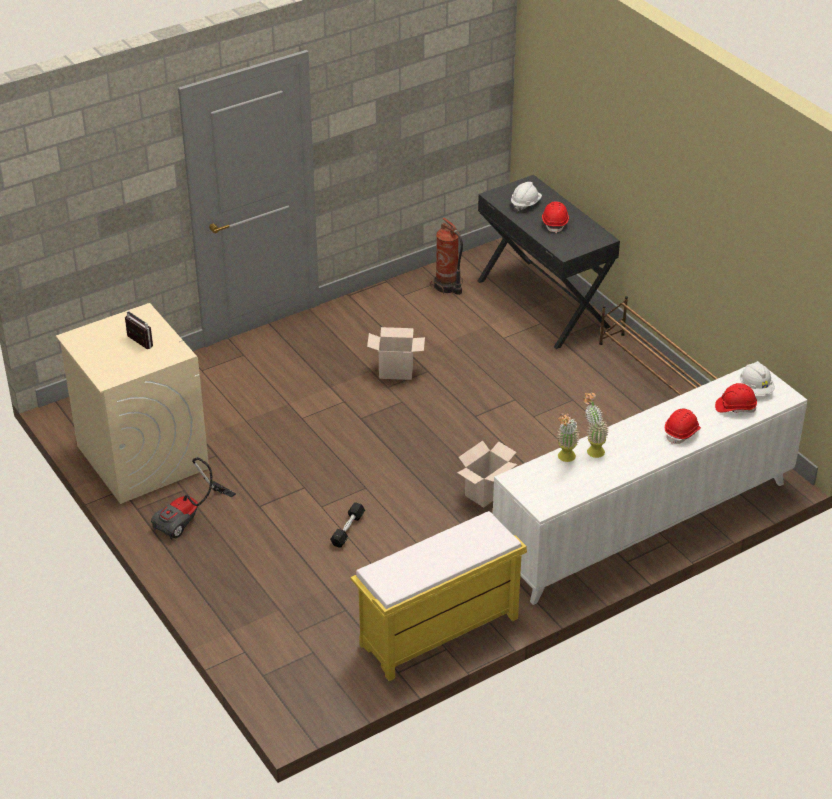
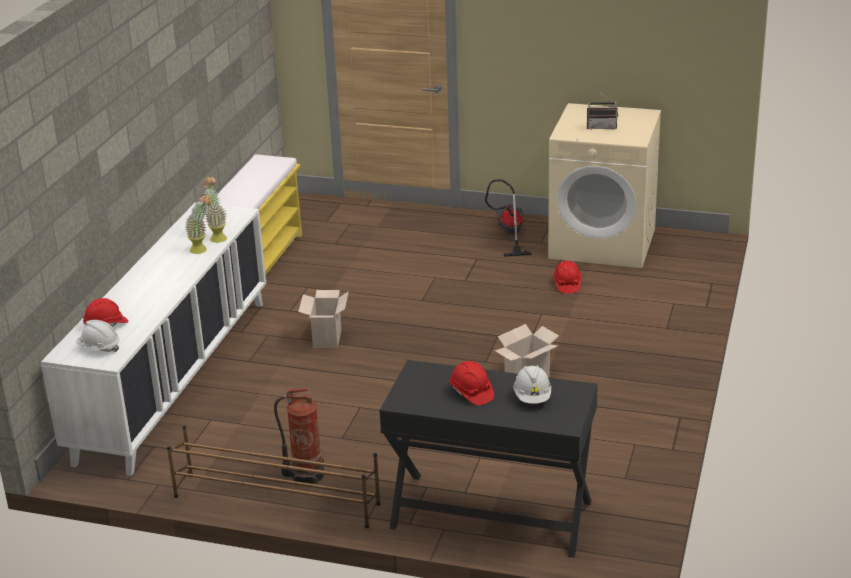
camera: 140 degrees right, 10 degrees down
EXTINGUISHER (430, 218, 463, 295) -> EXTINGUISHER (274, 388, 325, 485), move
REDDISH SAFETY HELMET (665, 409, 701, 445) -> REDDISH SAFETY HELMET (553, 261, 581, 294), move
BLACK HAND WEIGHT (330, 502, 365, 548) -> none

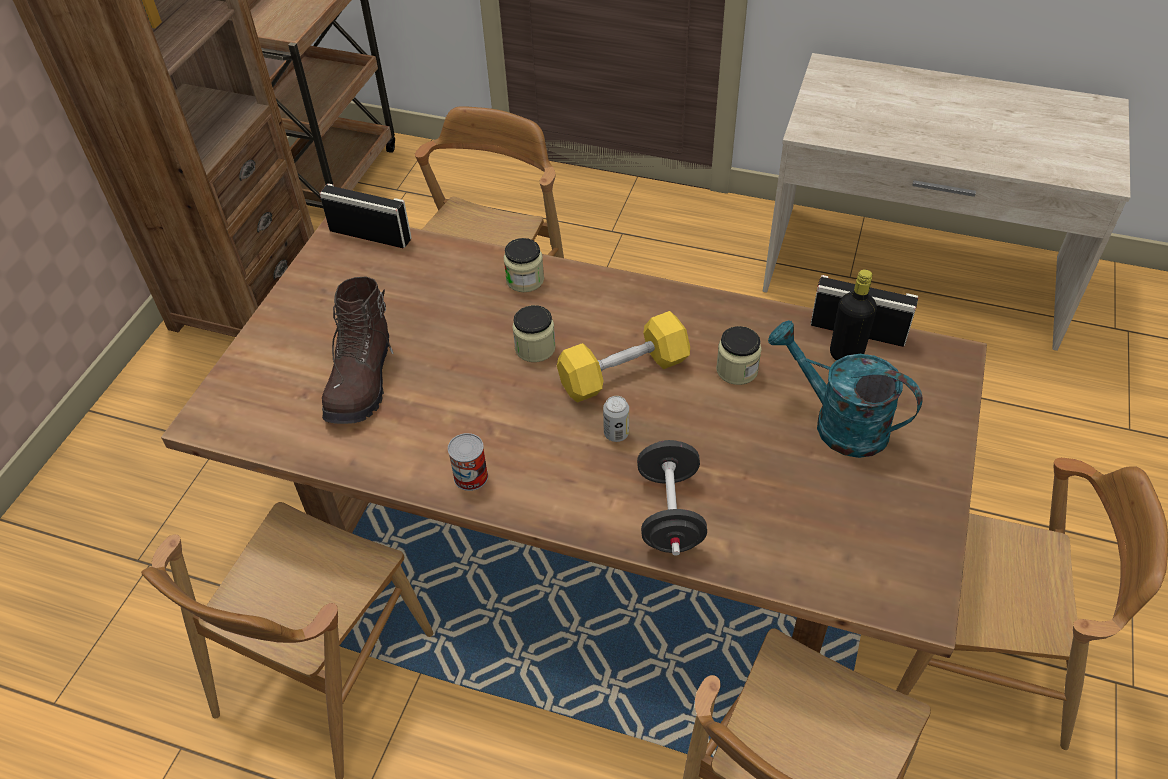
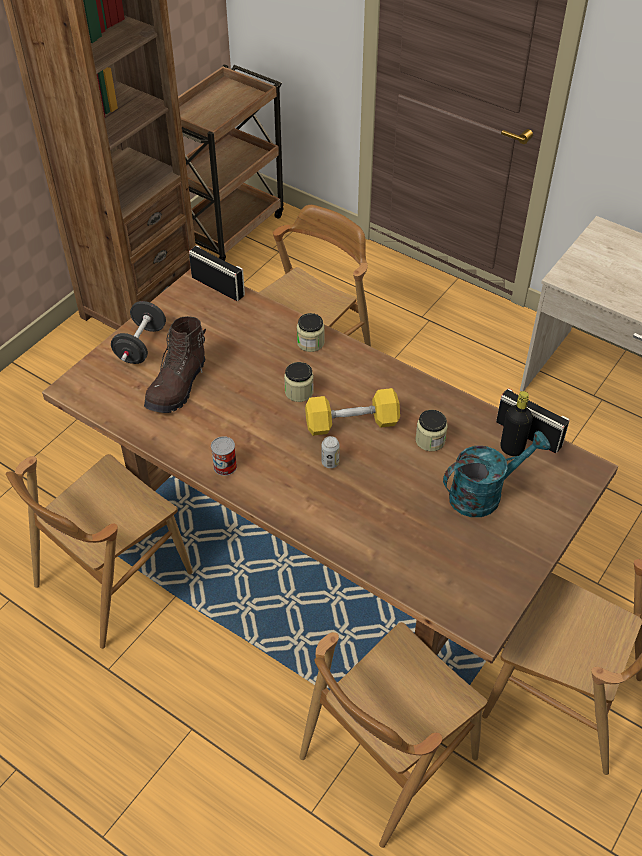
camera: 15 degrees right, 0 degrees up
BLUE-GREEN SPRINKLING CAN (768, 320, 923, 458) -> BLUE-GREEN SPRINKLING CAN (443, 431, 551, 517), 105 degrees clockwise
BLACK HAND WEIGHT (637, 440, 707, 556) -> BLACK HAND WEIGHT (111, 301, 166, 364), move

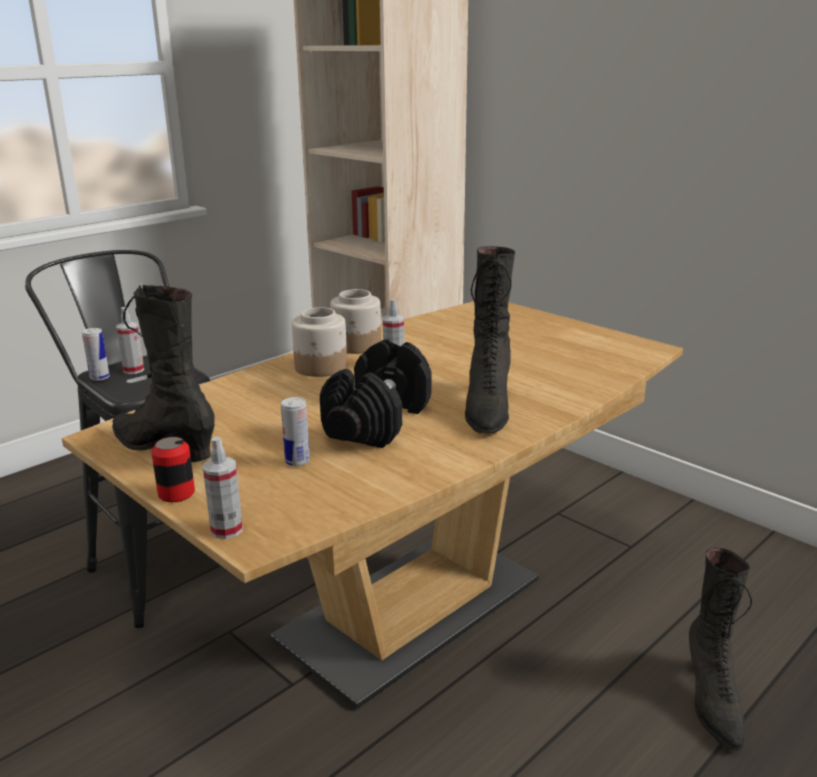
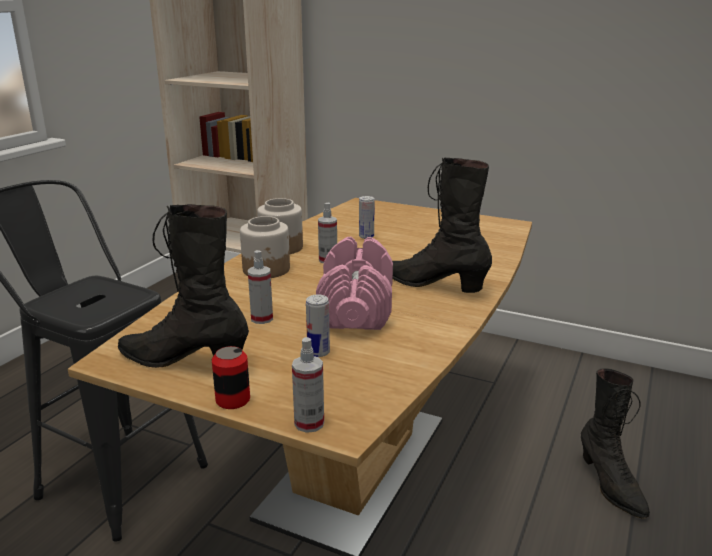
camera: 20 degrees left, 0 degrees up
BLACK HIGH-TOP BOOT (465, 246, 515, 434) -> BLACK HIGH-TOP BOOT (392, 158, 492, 293), 135 degrees clockwise
SPRAY BOTTLE (116, 307, 144, 374) -> SPRAY BOTTLE (248, 250, 273, 324), move
SEALED CAN (82, 328, 110, 381) -> SEALED CAN (359, 196, 375, 239), move
BLACK HAND WEIGHT (320, 339, 432, 448) -> PINK-COLOURED HAND WEIGHT (316, 237, 393, 330)

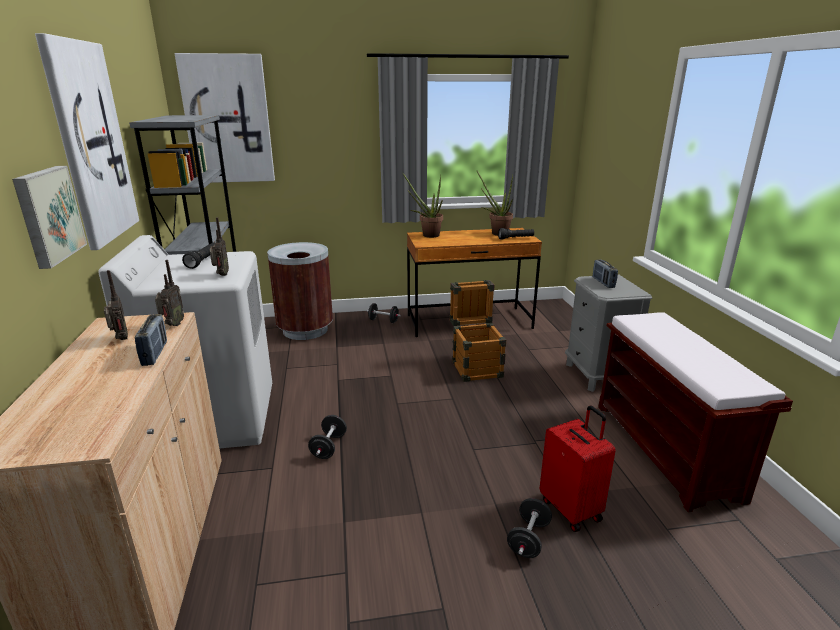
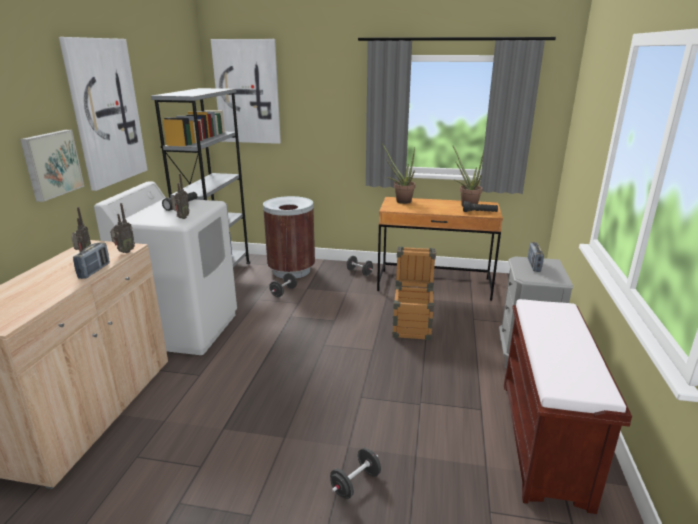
camera: 20 degrees right, 0 degrees up
REDDISH TRAVEL CASE (540, 405, 616, 532) -> none
BLACK HAND WEIGHT (308, 415, 347, 459) -> BLACK HAND WEIGHT (269, 273, 297, 297), move

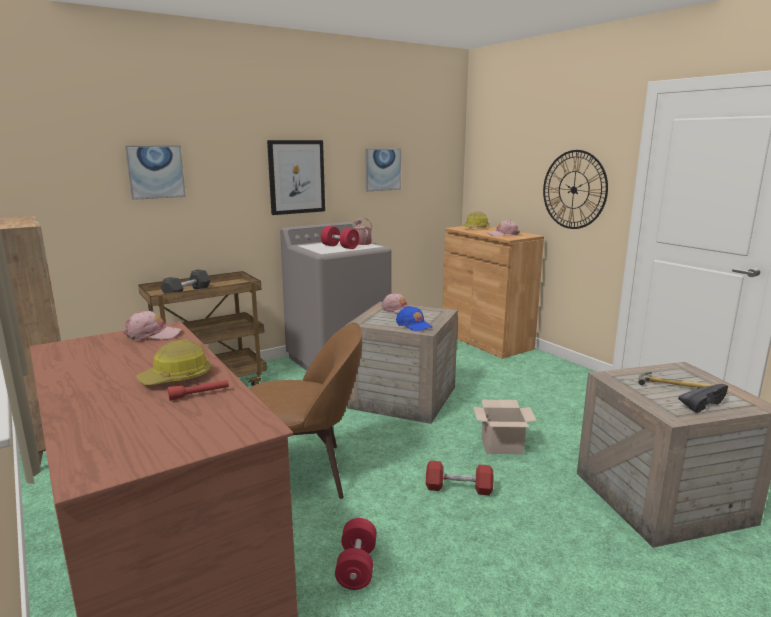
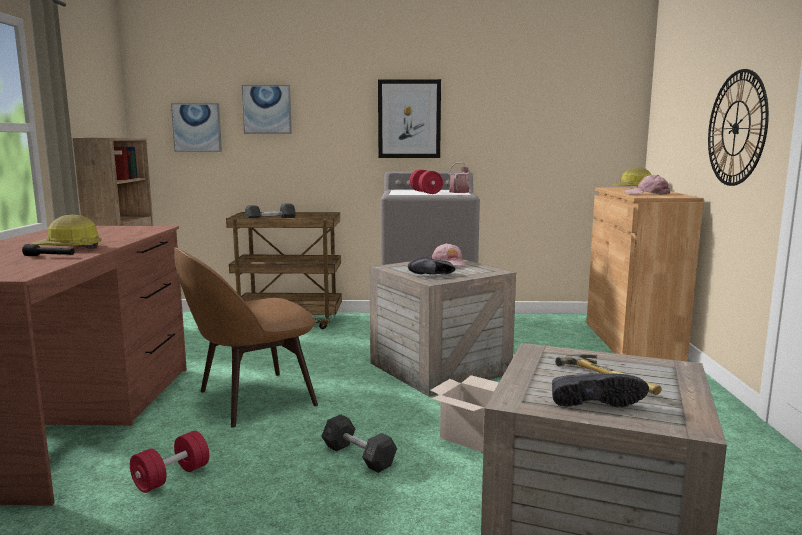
camera: 35 degrees right, 5 degrees down
WALL PICTURE (365, 149, 401, 191) -> WALL PICTURE (171, 103, 222, 152), move
BLUISH CAP (396, 306, 432, 331) -> BLACK ITEM OF FOOTWEAR (408, 257, 456, 274)
PINK-COLOURED CAP (123, 311, 182, 340) -> none
BROWNISH PLAIN CHAIR (250, 323, 362, 499) -> BROWNISH PLAIN CHAIR (174, 247, 318, 428), 120 degrees clockwise
REDDISH HAND TORCH (168, 380, 229, 401) -> BLACK HAND TORCH (22, 244, 75, 256)
REDDISH HAND WEIGHT (426, 461, 494, 495) -> GREYISH HAND WEIGHT (321, 414, 397, 473)

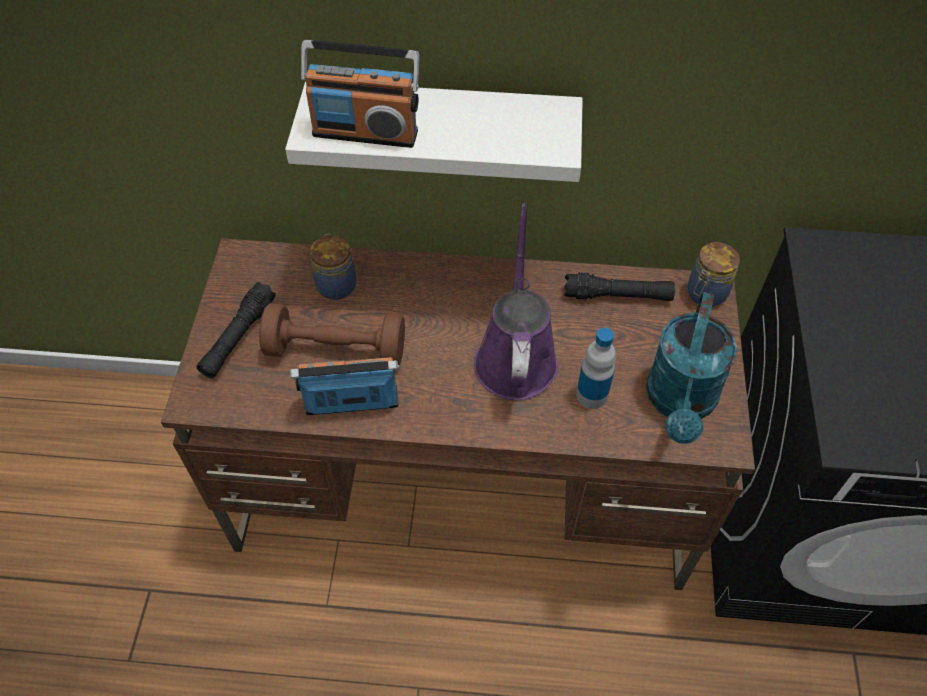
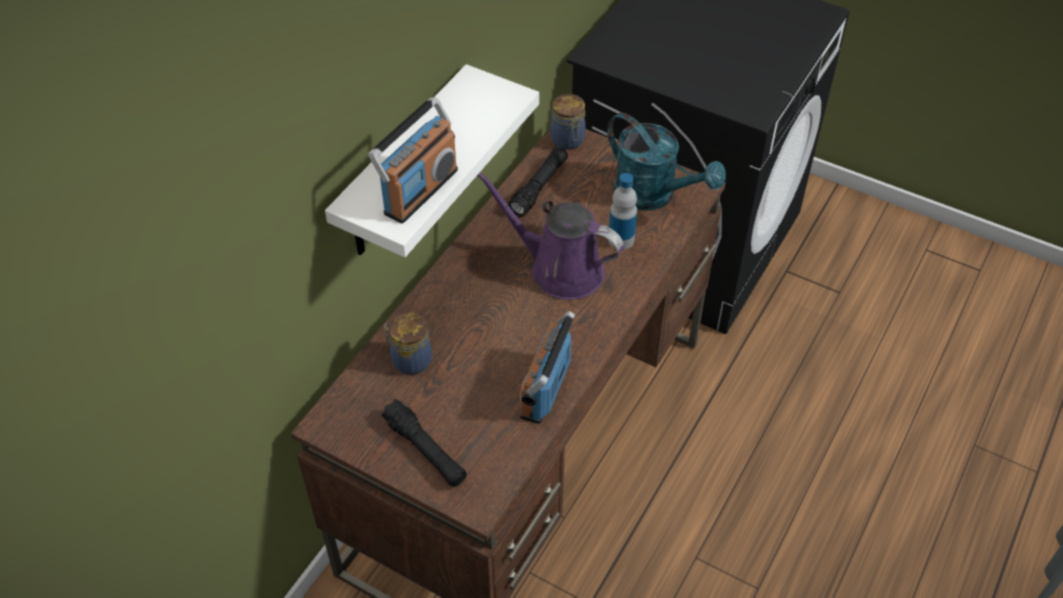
camera: 65 degrees left, 5 degrees down
BROWNISH HAND WEIGHT (259, 303, 405, 366) -> none

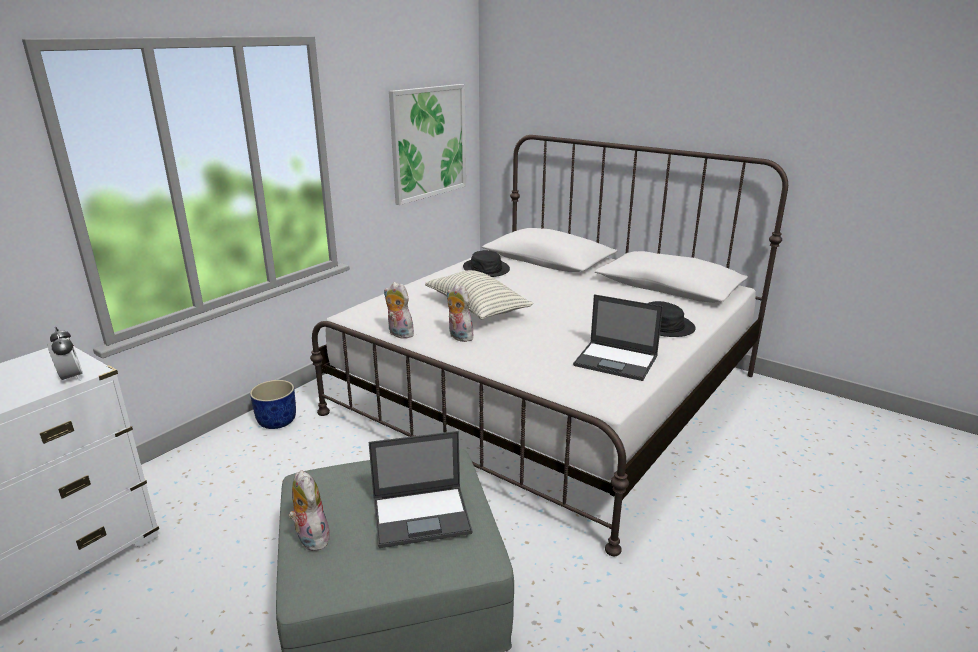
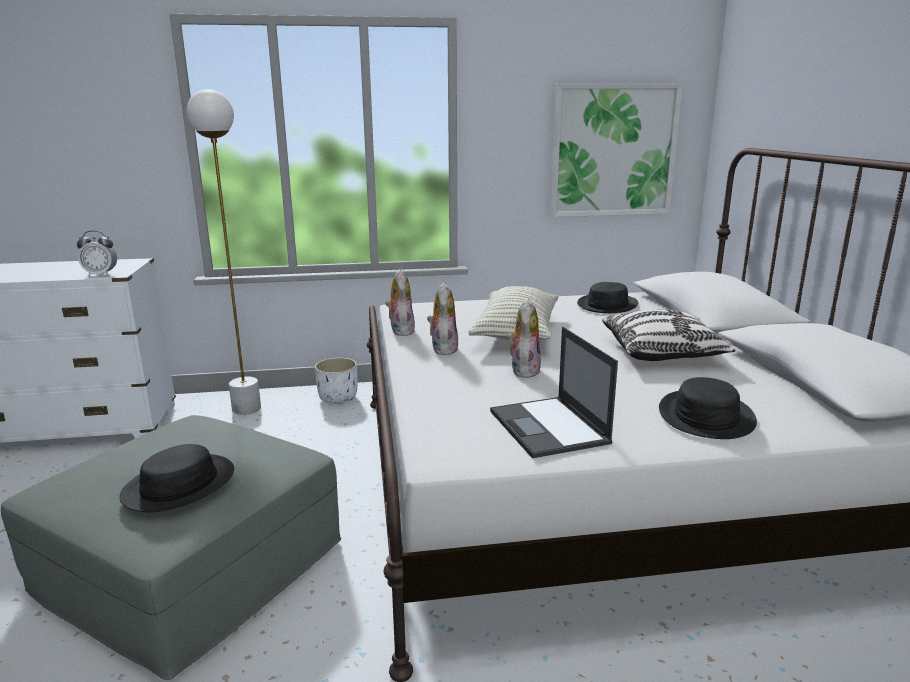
camera: 45 degrees right, 5 degrees down
BEDSIDE CLOCK (47, 327, 83, 381) -> BEDSIDE CLOCK (77, 231, 117, 277), 75 degrees clockwise
BLUISH PLANTER (250, 380, 296, 429) -> WHITE PLANTER (315, 358, 357, 404)
NOTEBOOK COMPUTER (369, 431, 472, 548) -> BLACK WEARABLE HAT (119, 444, 234, 512)
SOFT TOY (288, 470, 330, 551) -> SOFT TOY (508, 298, 541, 378), move
none -> WHITE STANDING LAMP (187, 89, 261, 415)
none -> CUSHION (602, 310, 736, 361)

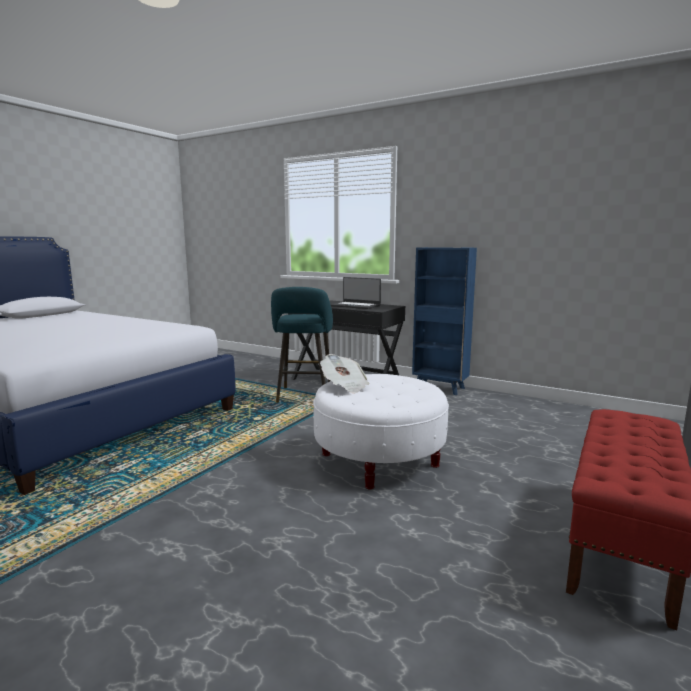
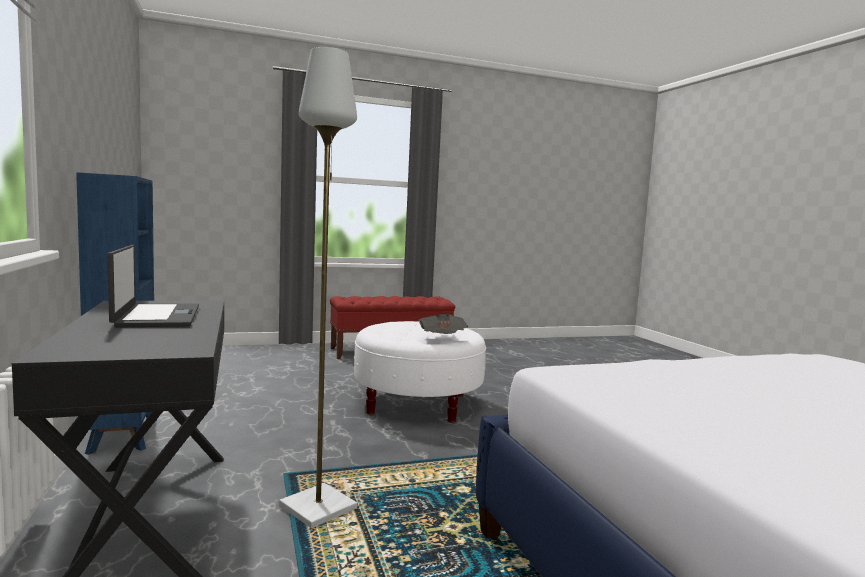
camera: 140 degrees left, 5 degrees down
BLUE-GREEN STOOL (271, 287, 333, 403) -> GREYISH STANDING LAMP (279, 47, 357, 528)

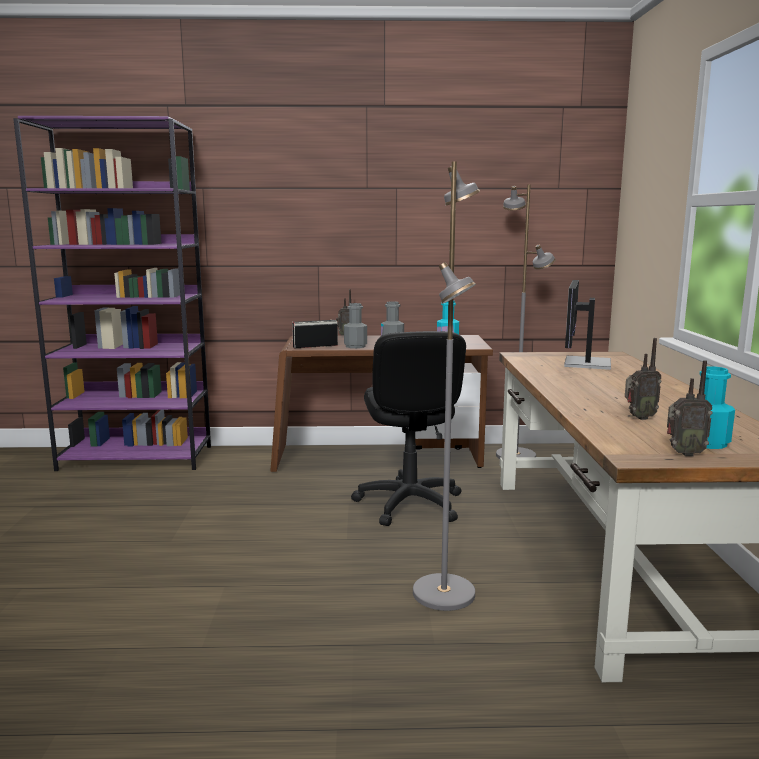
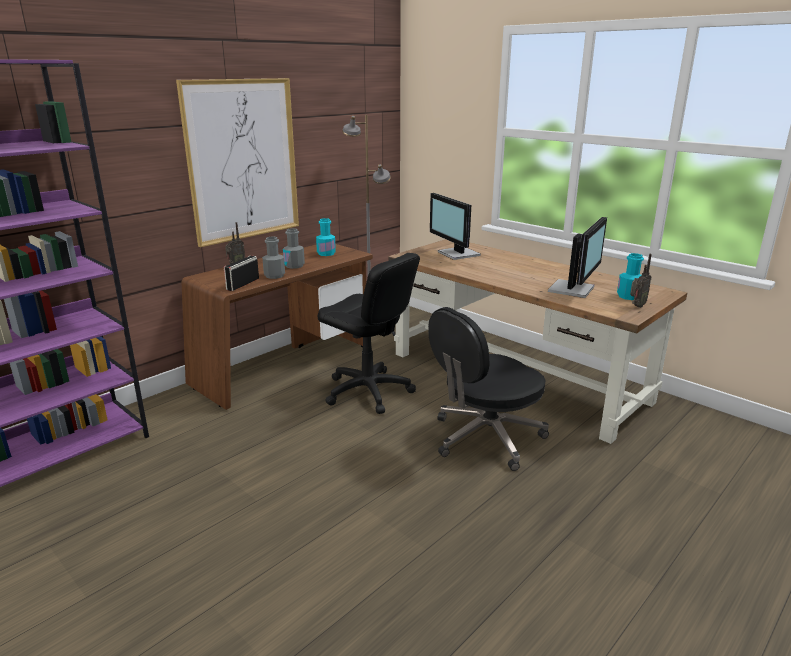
camera: 45 degrees left, 10 degrees up
GREYISH STANDING LAMP (413, 161, 480, 611) -> BLACK DESK CHAIR (428, 307, 549, 471)
RADIO SET (625, 338, 662, 420) -> MONITOR (548, 217, 607, 298)
none -> WALL PICTURE (176, 78, 299, 247)

